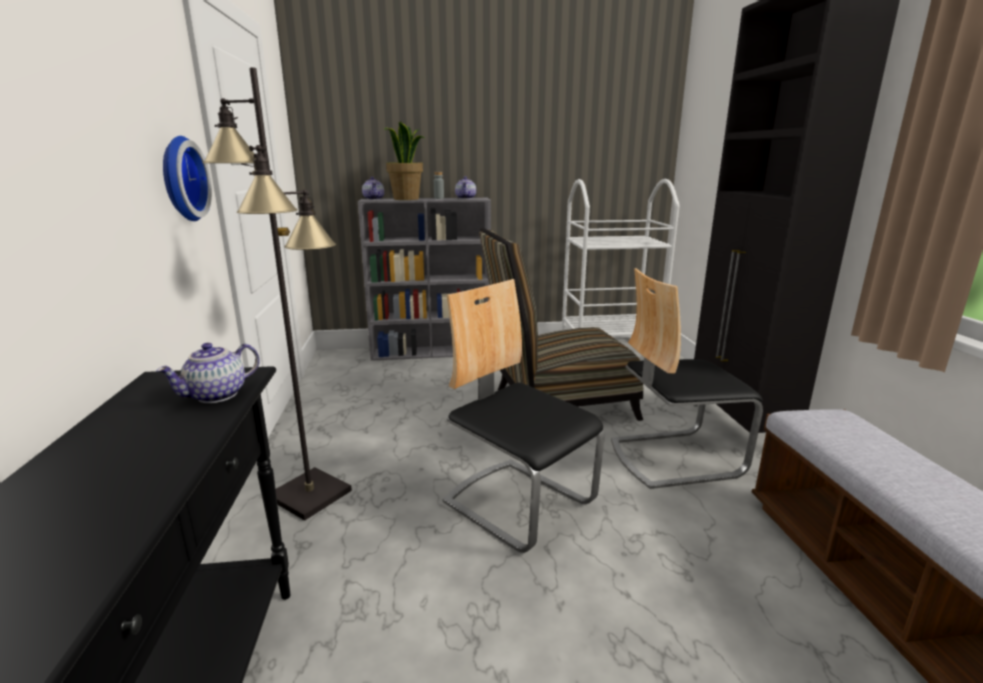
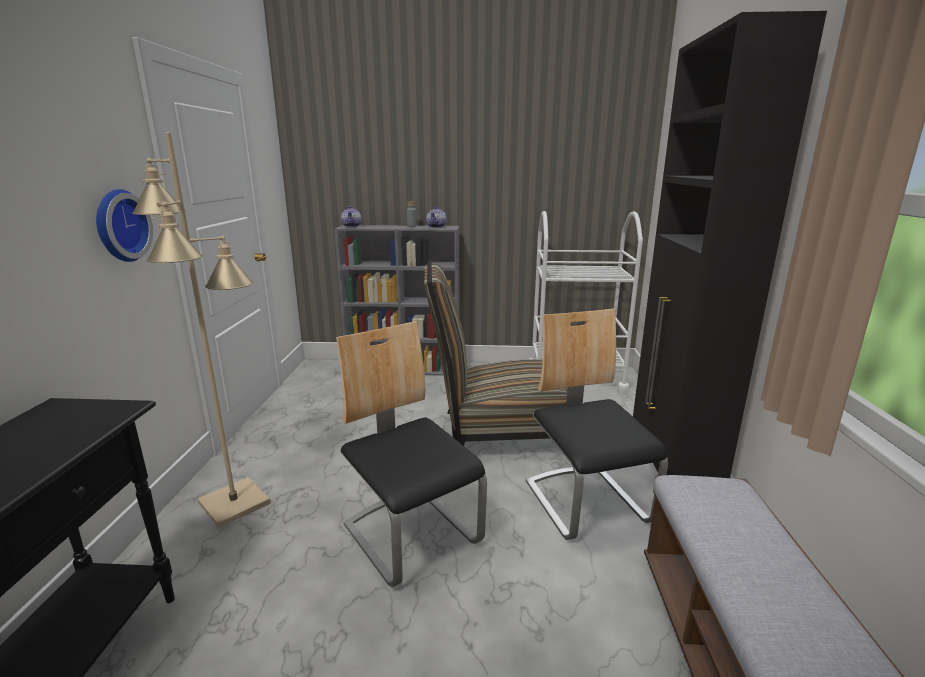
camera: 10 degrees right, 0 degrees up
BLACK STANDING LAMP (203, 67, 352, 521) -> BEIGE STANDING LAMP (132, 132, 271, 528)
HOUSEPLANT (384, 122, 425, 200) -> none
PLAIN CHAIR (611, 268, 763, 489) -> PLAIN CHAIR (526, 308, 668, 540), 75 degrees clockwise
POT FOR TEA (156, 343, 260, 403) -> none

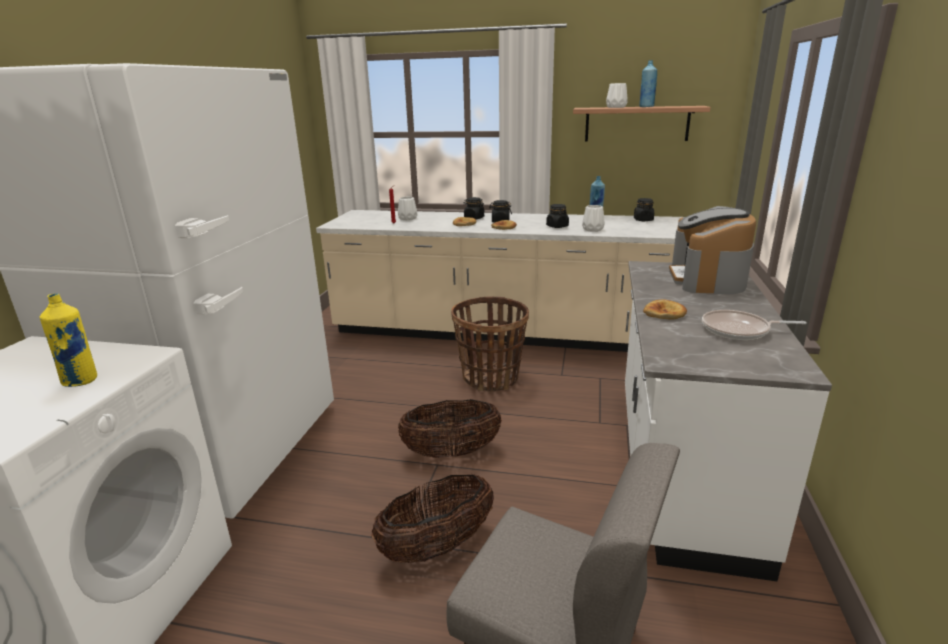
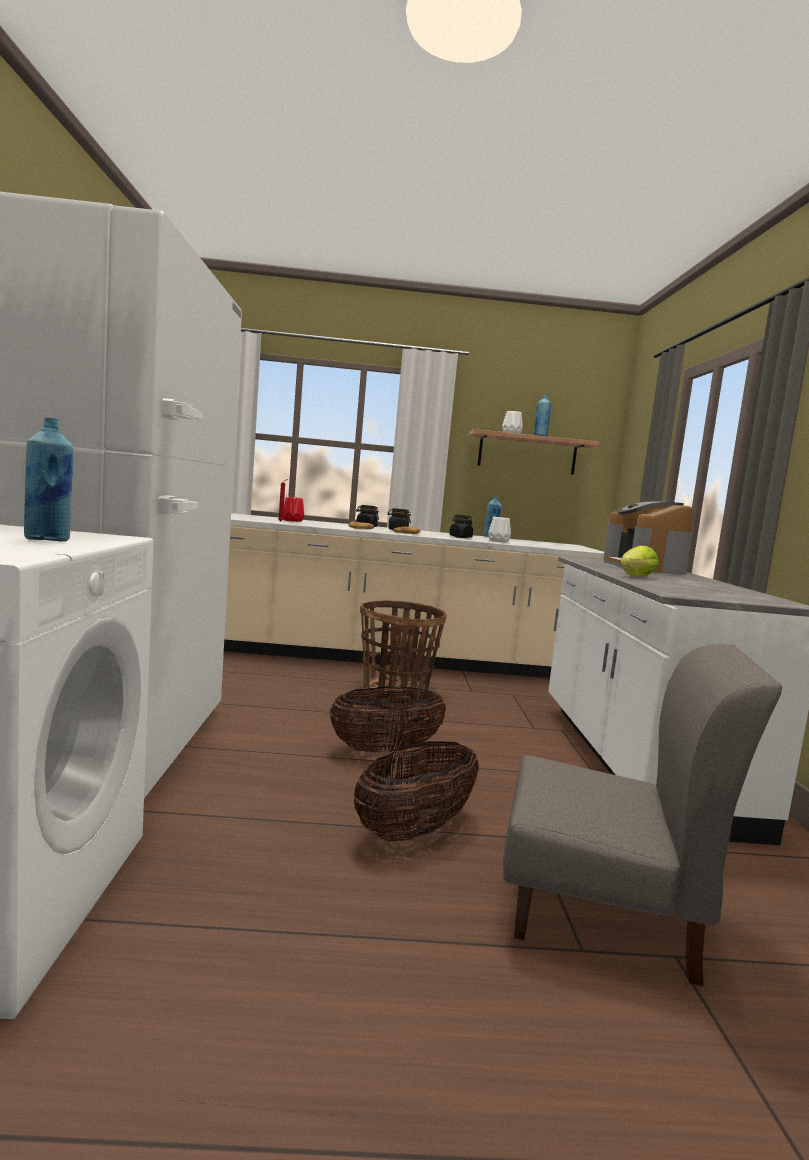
camera: 15 degrees left, 15 degrees down
WHITE FLOWER VASE (398, 197, 417, 220) -> REDDISH FLOWER VASE (283, 497, 304, 522)
BLACK PRESERVE JAR (634, 198, 654, 221) -> none
YELLOW-COLOURED DRINK BOTTLE (40, 293, 97, 387) -> BLUISH DRINK BOTTLE (24, 417, 74, 541)
BAKED BREAD (643, 299, 687, 320) -> HEAD OF LETTUCE (620, 545, 659, 577)
PAN (702, 310, 807, 340) -> none

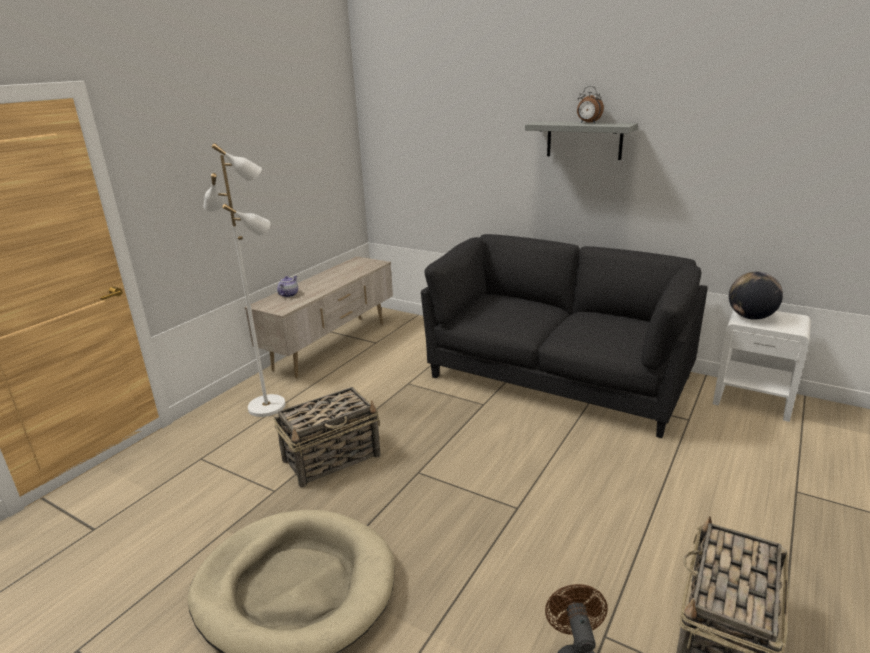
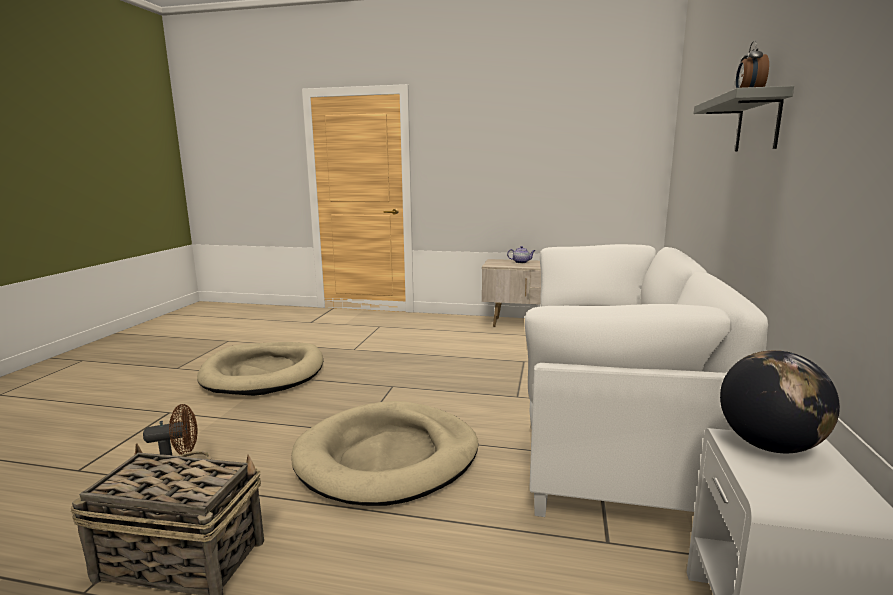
camera: 70 degrees right, 10 degrees down
WHITE STANDING LAMP (204, 143, 286, 417) -> none
BLACK SETTEE (421, 234, 708, 438) -> WHITE SETTEE (525, 244, 768, 517)
BASKET (274, 387, 381, 488) -> none
none -> BEIGE PET BED (291, 401, 479, 506)

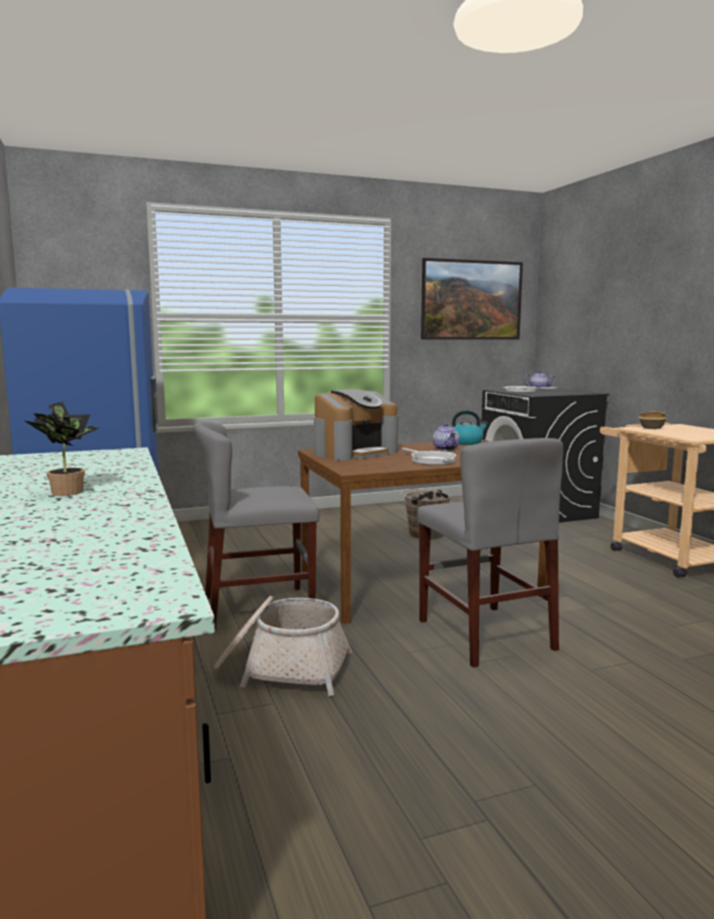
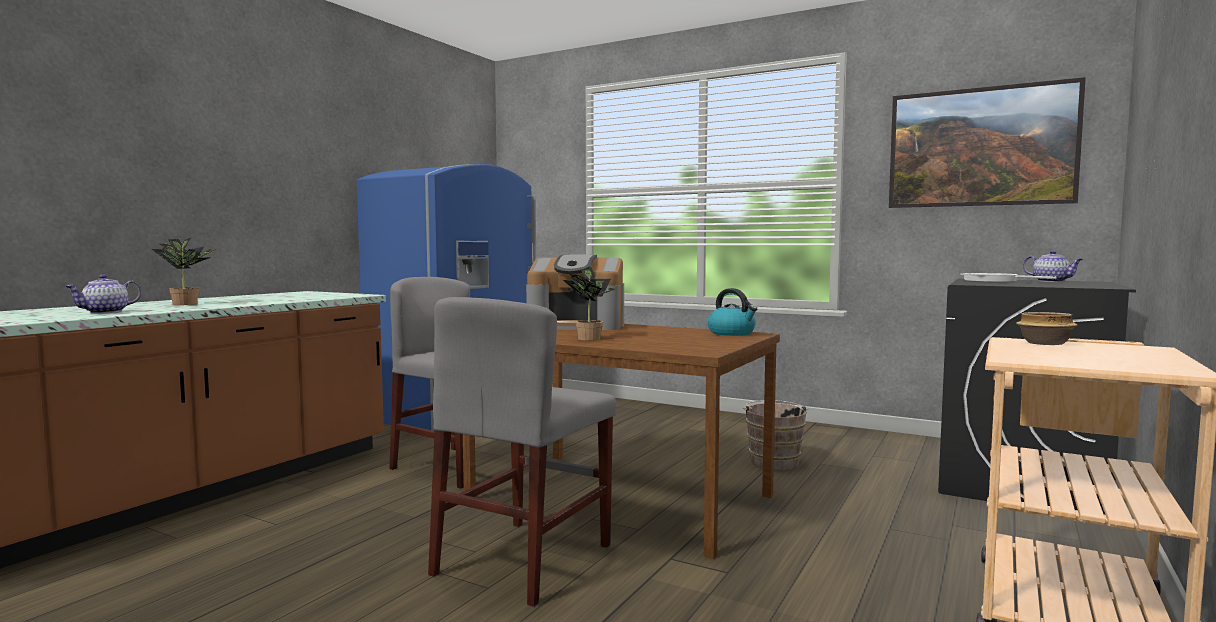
camera: 50 degrees right, 5 degrees down
POT FOR TEA (433, 423, 460, 451) -> POT FOR TEA (65, 274, 141, 314), move
PAN (401, 448, 456, 465) -> HOUSEPLANT (563, 267, 616, 341)
BASKET (214, 596, 352, 696) -> none

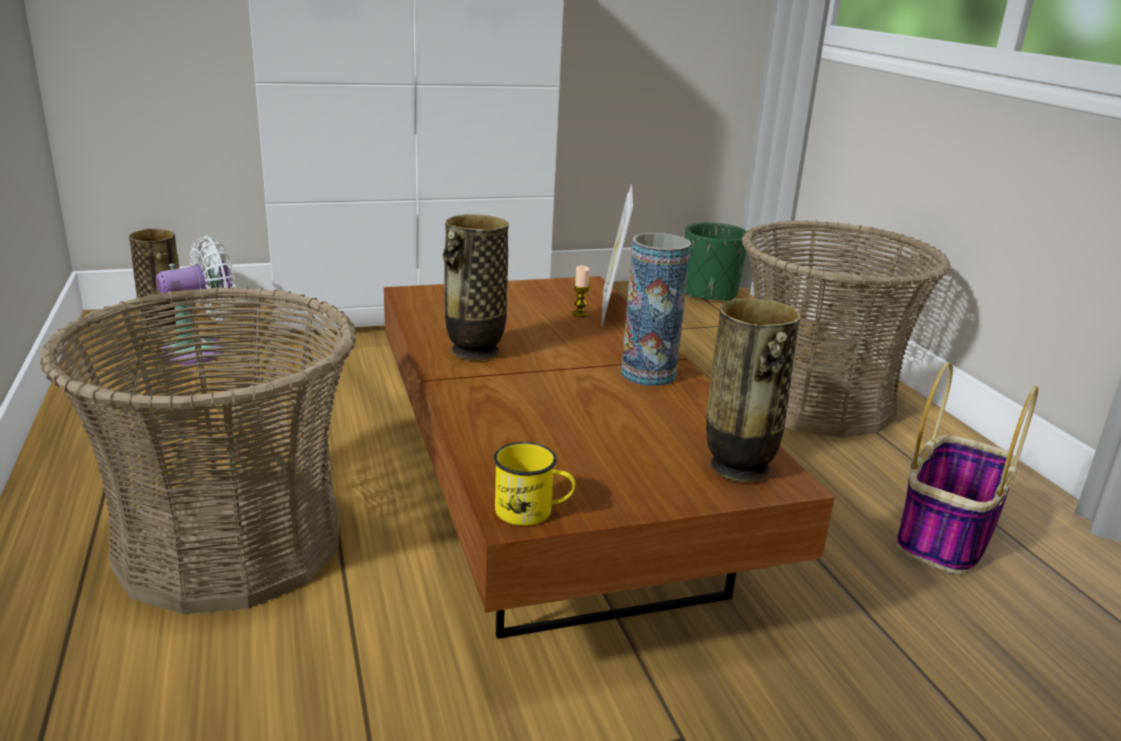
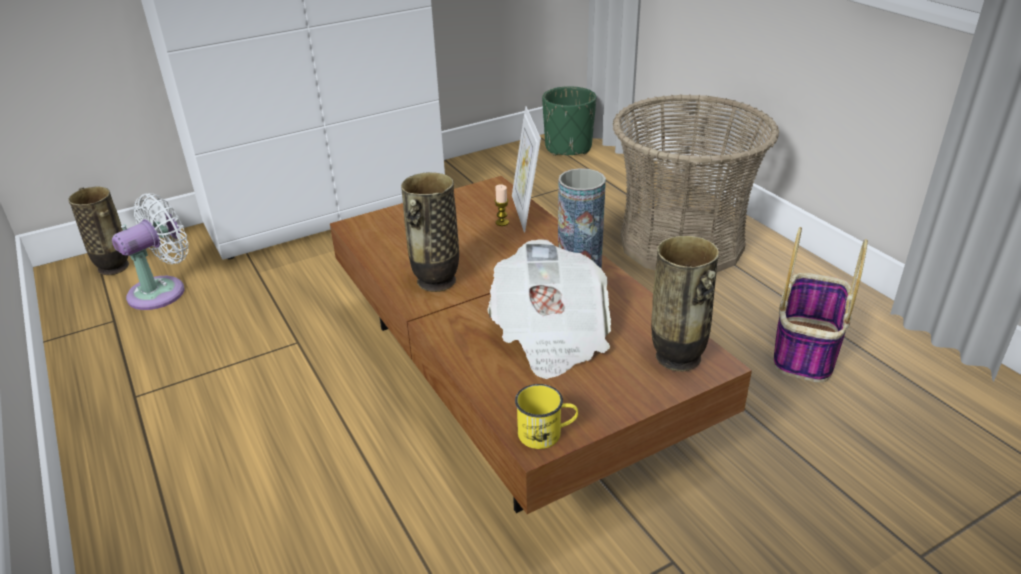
camera: 10 degrees left, 10 degrees up
BASKET (40, 287, 356, 614) -> none
none -> DAILY PAPER (487, 239, 611, 379)

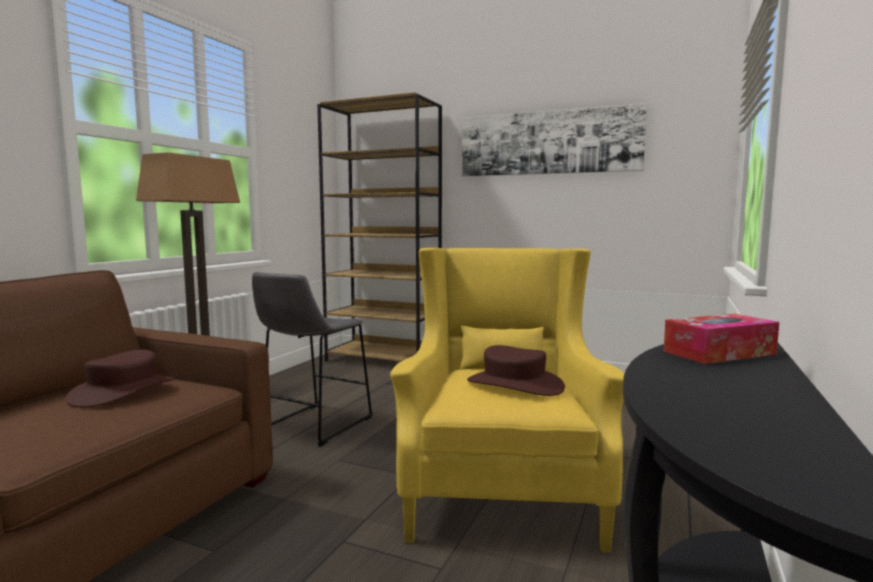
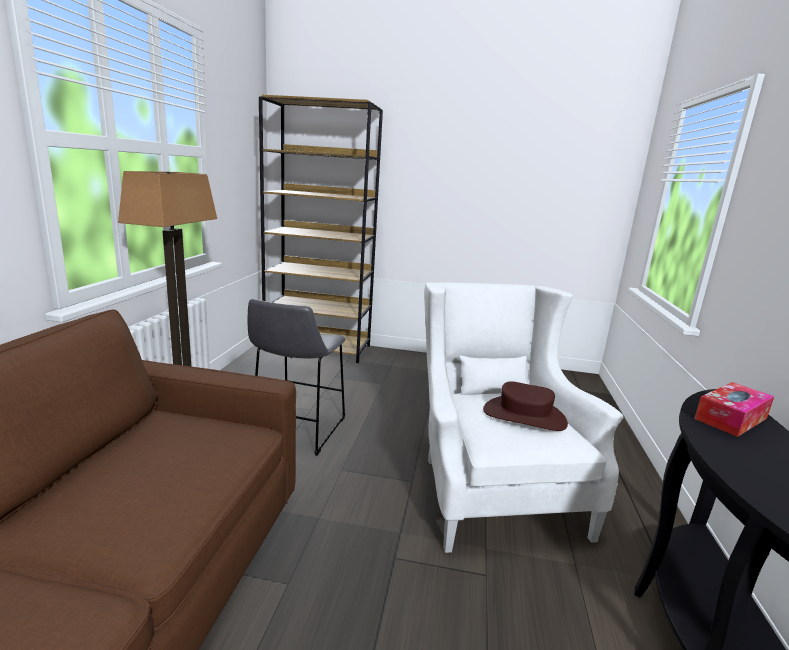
camera: 15 degrees left, 10 degrees up
WALL PICTURE (462, 103, 647, 177) -> none
YELLOW-COLOURED EASY CHAIR (390, 248, 625, 553) -> WHITE EASY CHAIR (424, 283, 623, 553)
BROWNISH WEARABLE HAT (66, 350, 175, 407) -> none

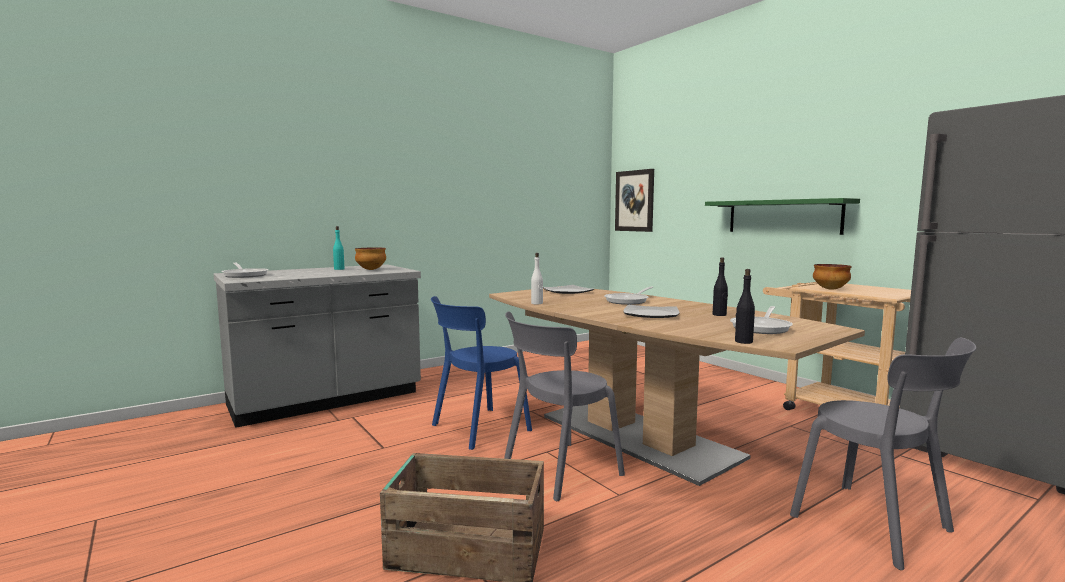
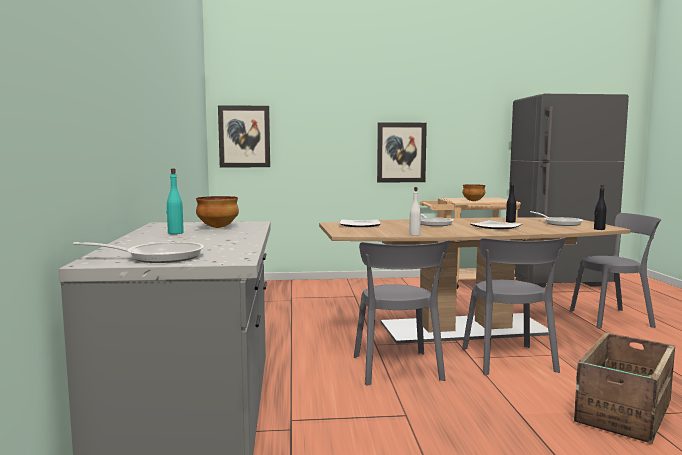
camera: 60 degrees left, 0 degrees up
GREEN-COLOURED SHELF (705, 198, 860, 235) -> WALL PICTURE (377, 122, 427, 182)
BLUISH PLAIN CHAIR (431, 296, 532, 450) -> GREYISH PLAIN CHAIR (354, 240, 450, 386)

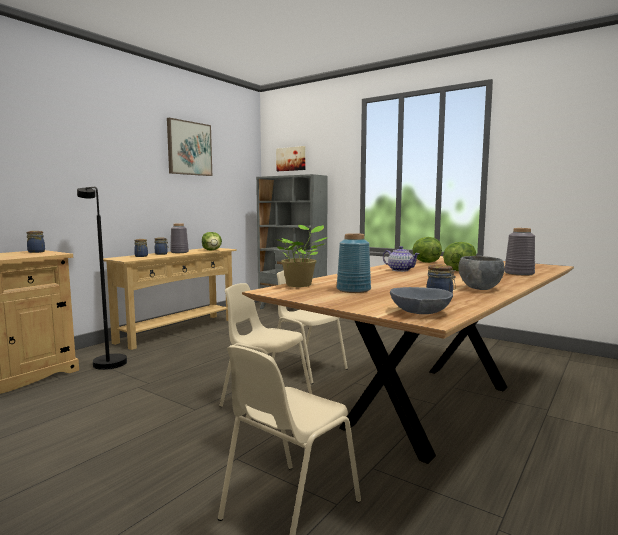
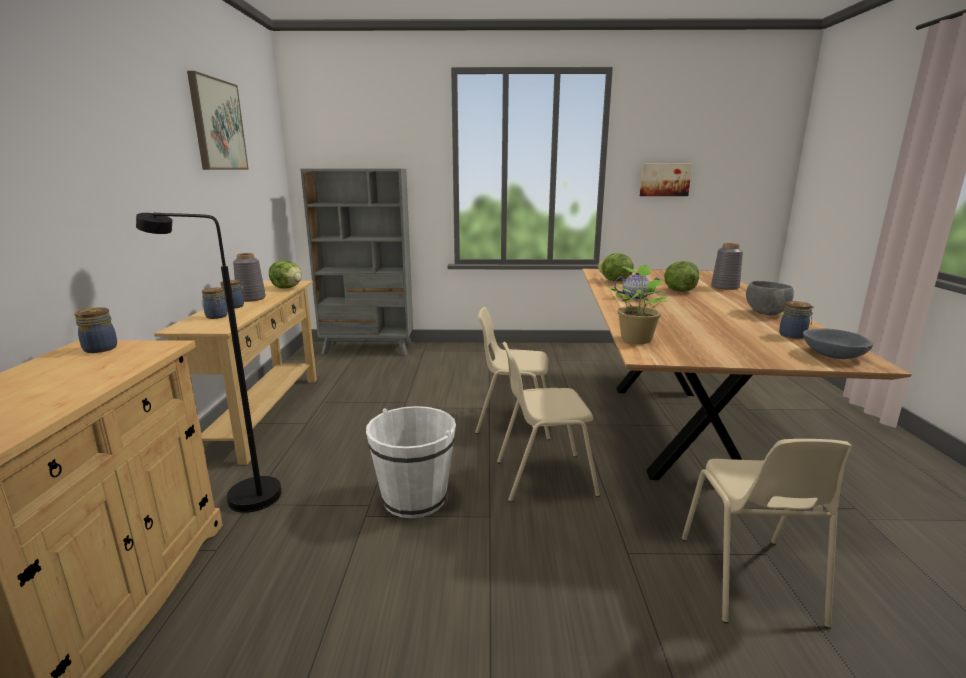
camera: 35 degrees left, 10 degrees up
WALL PICTURE (276, 146, 305, 171) -> WALL PICTURE (640, 164, 692, 196), move
BLUISH FLOWER VASE (337, 233, 371, 293) -> none
none -> WHITE BUCKET (366, 406, 456, 518)

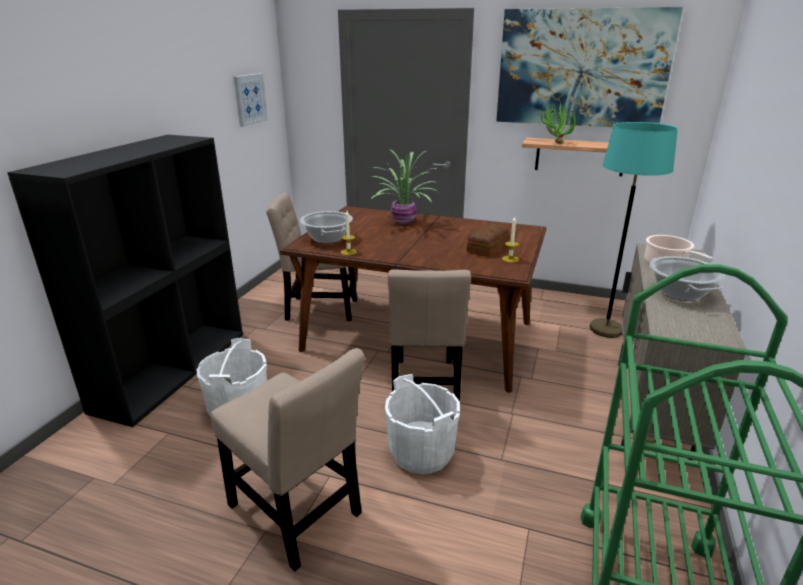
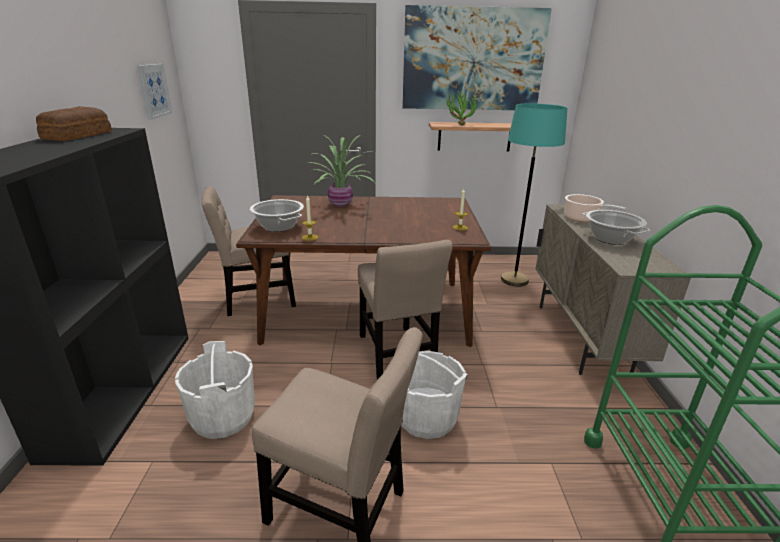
camera: 20 degrees left, 0 degrees up
BAKED BREAD (466, 223, 509, 257) -> BAKED BREAD (36, 106, 111, 141), move

